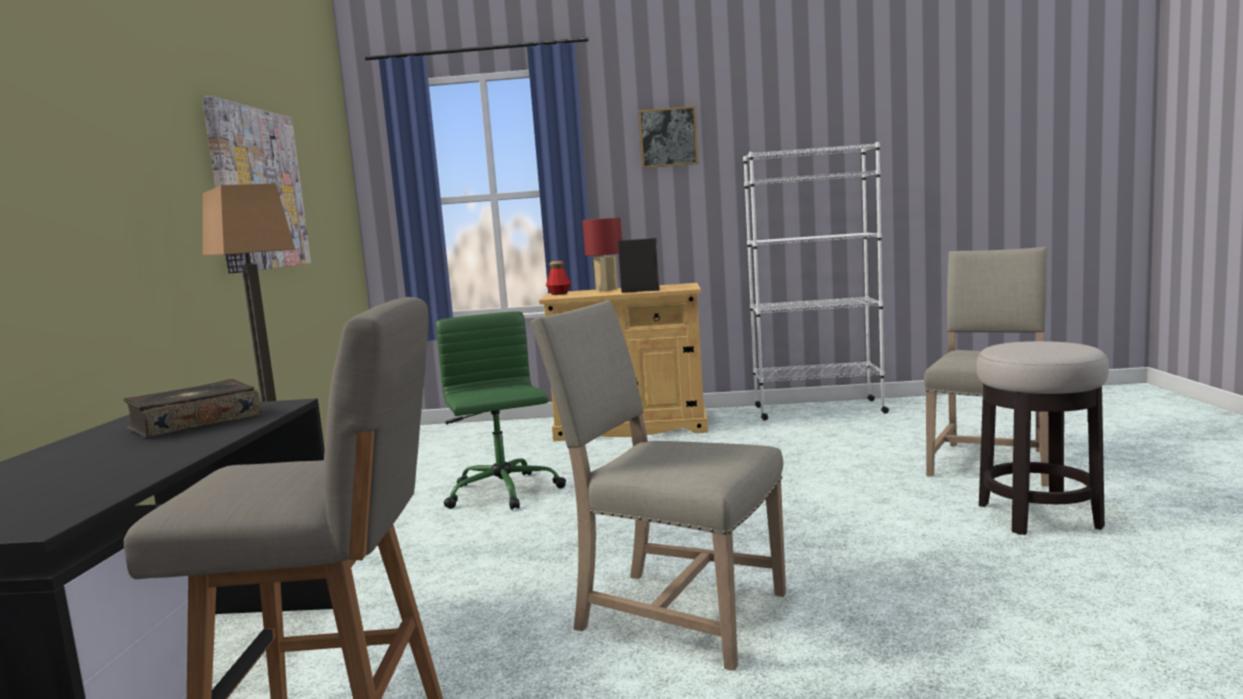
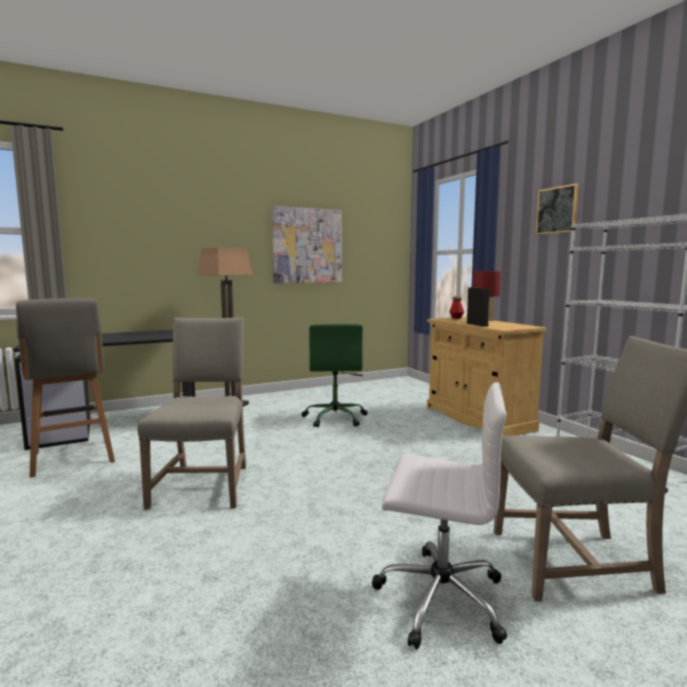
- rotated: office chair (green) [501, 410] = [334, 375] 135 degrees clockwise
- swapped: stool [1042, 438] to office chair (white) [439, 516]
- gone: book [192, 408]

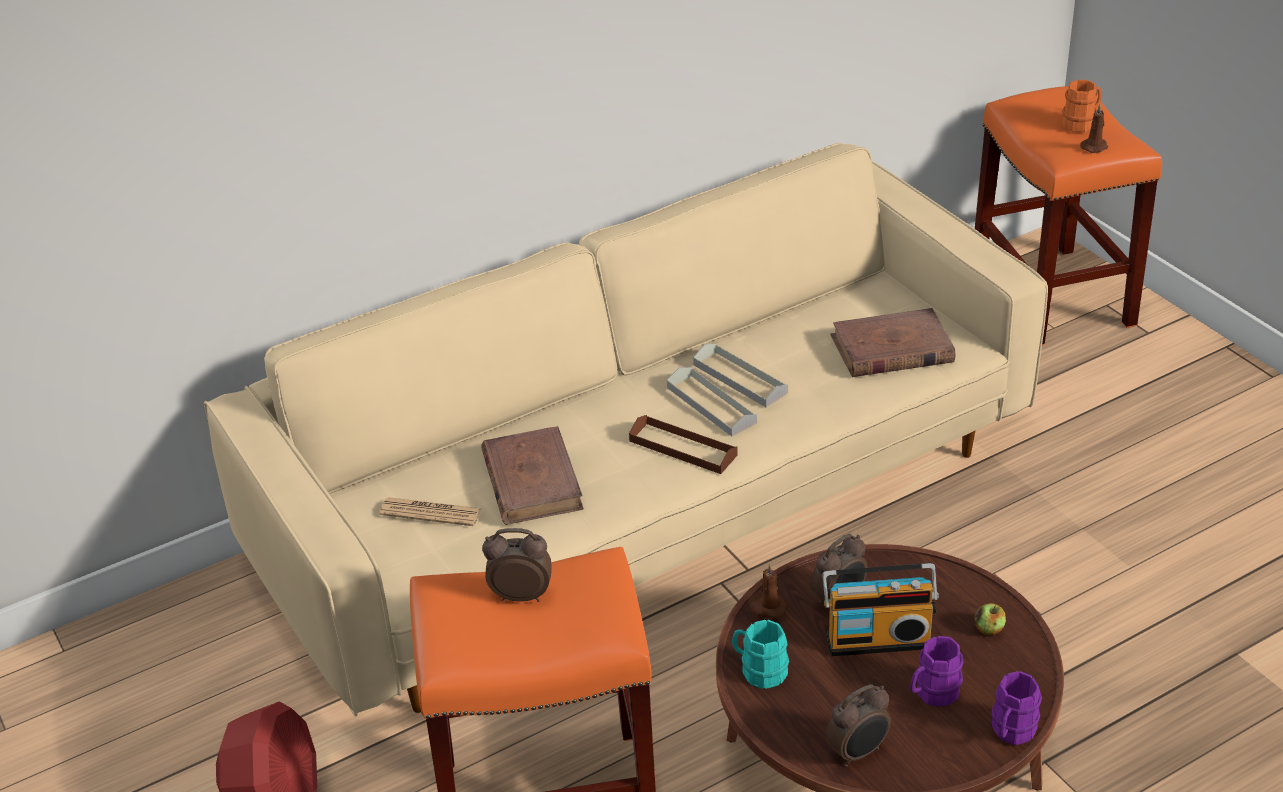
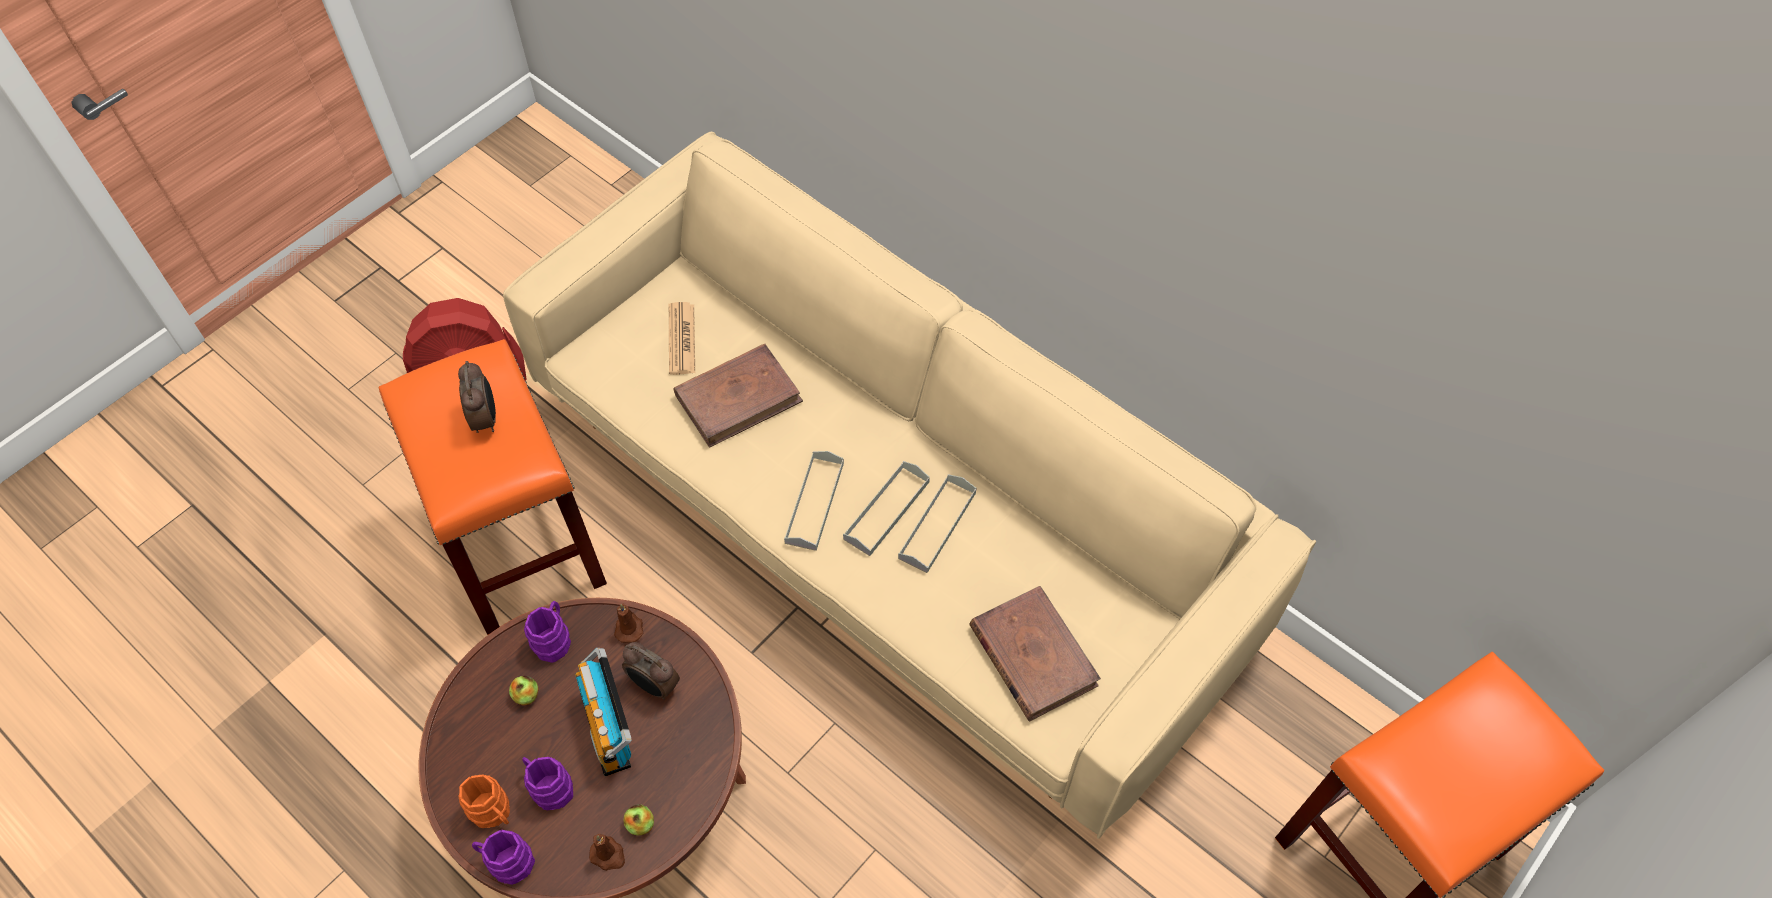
- shifted: mug (orange) [1081, 106] to [484, 801]
- shifted: candle (brown) [1094, 128] to [607, 852]
- repainted: tray (brown) [683, 444] to tray (grey) [814, 501]
- repainted: mug (turquoise) [760, 654] to mug (purple) [547, 632]
- gone: alarm clock [858, 725]
- new: apple [524, 691]

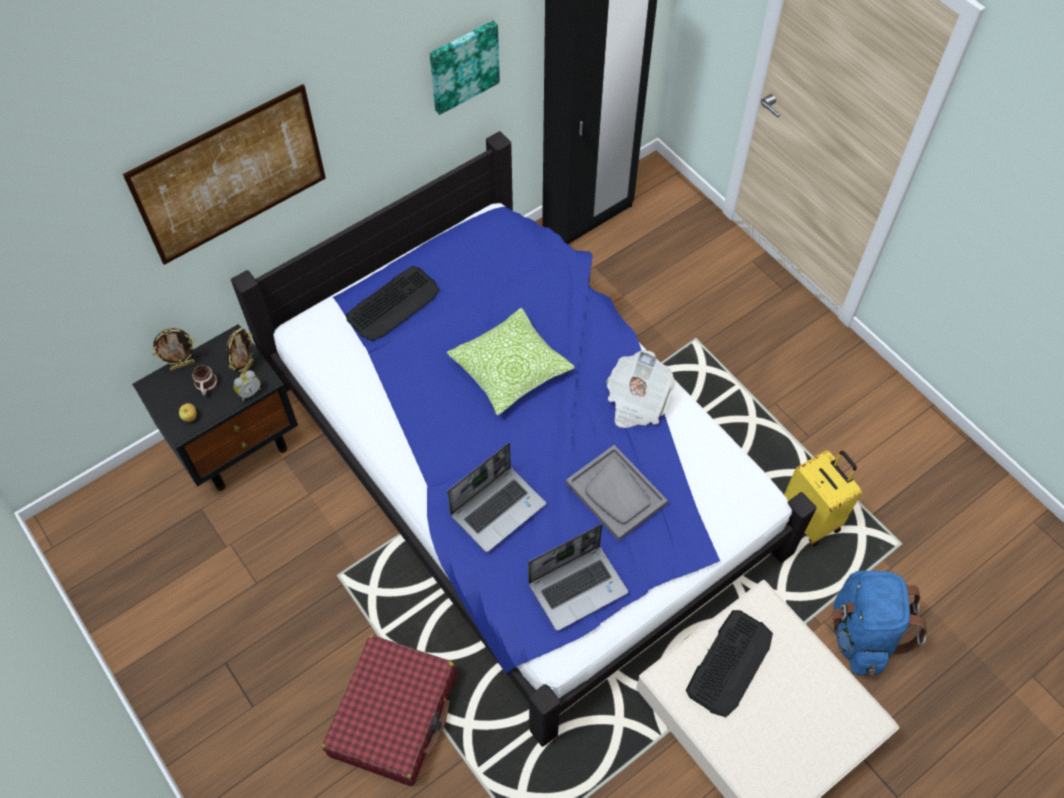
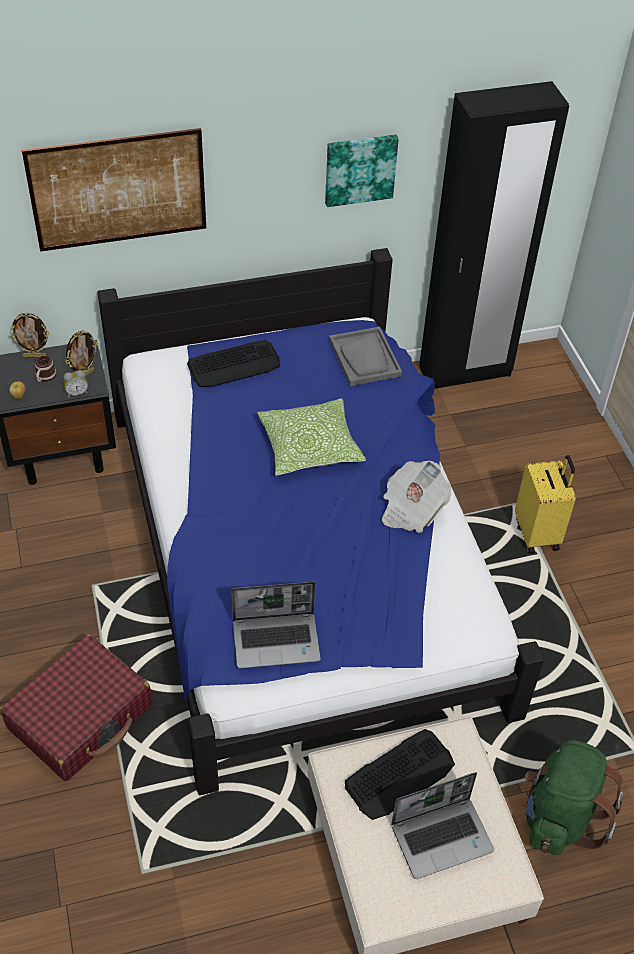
- shifted: laptop [496, 497] to [442, 825]
- shifted: tray (grey) [617, 493] to [365, 356]
- shifted: suitcase (yellow) [823, 498] to [545, 504]
- repainted: backpack (blue) [878, 623] to backpack (green) [574, 797]

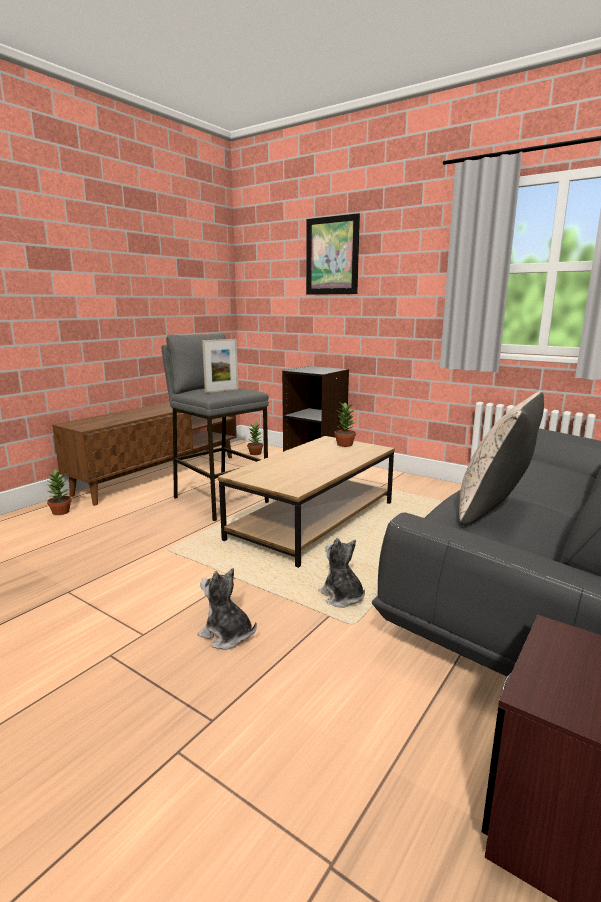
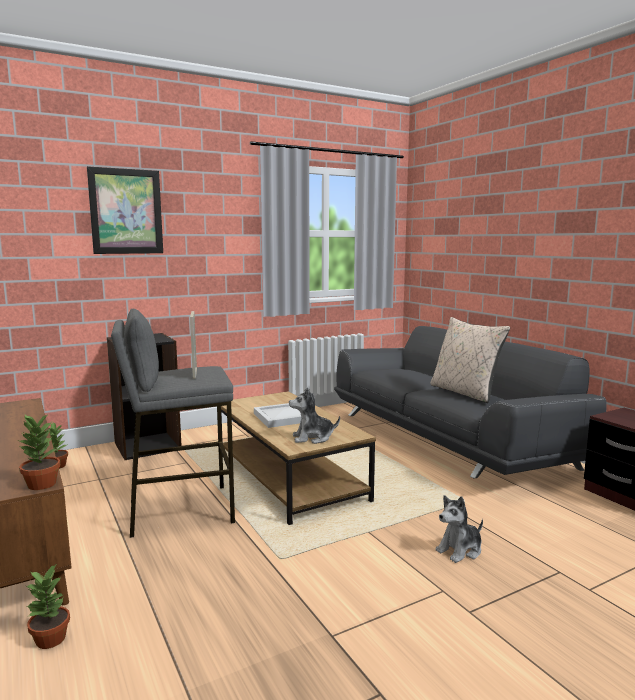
- shifted: potted plant [345, 424] to [39, 451]
- shifted: plush toy [341, 573] to [314, 415]
- new: tray (white) [277, 415]

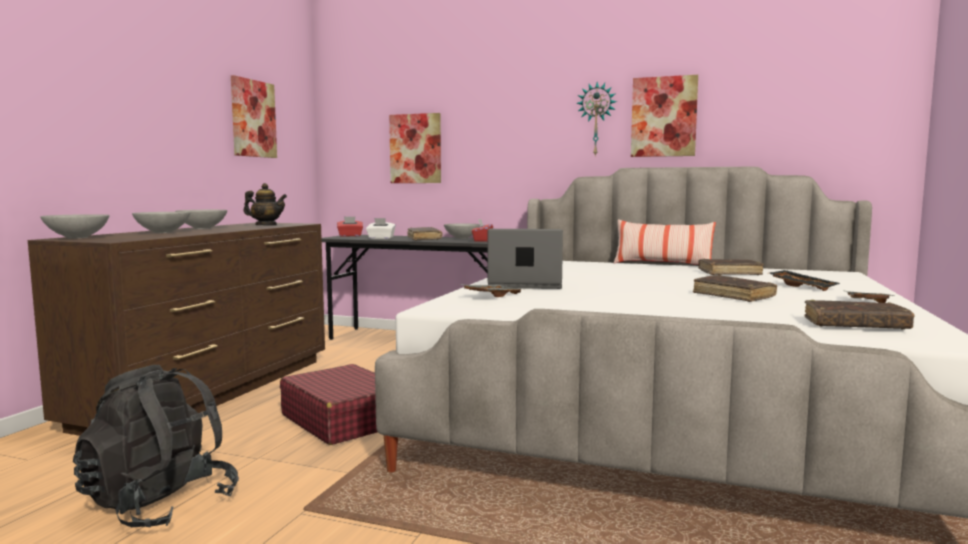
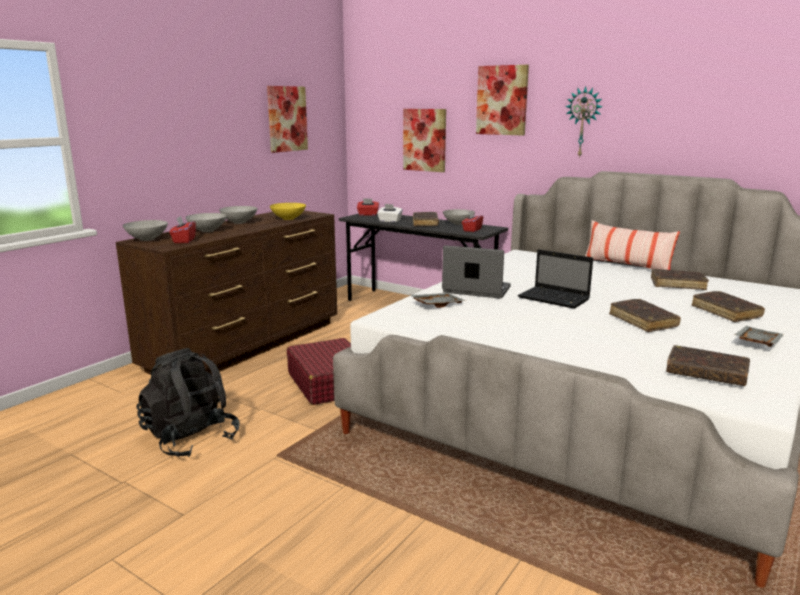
- shifted: picture [664, 116] to [502, 100]
- swapped: teapot [265, 204] to bowl (yellow) [288, 211]
- swapped: tray (black) [804, 280] to book (brown) [728, 306]
- new: tissue box (red) [182, 229]
- new: laptop [555, 279]

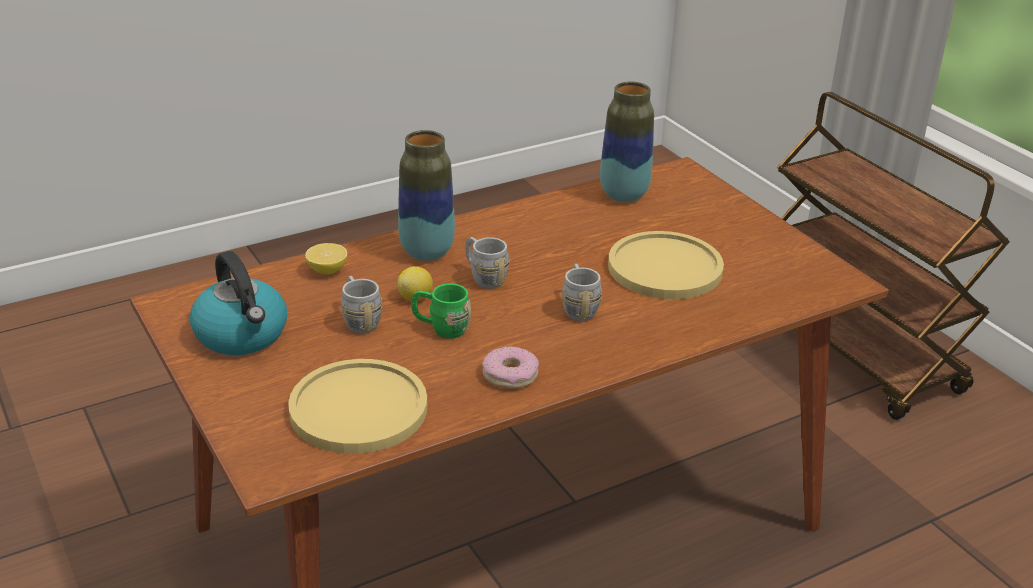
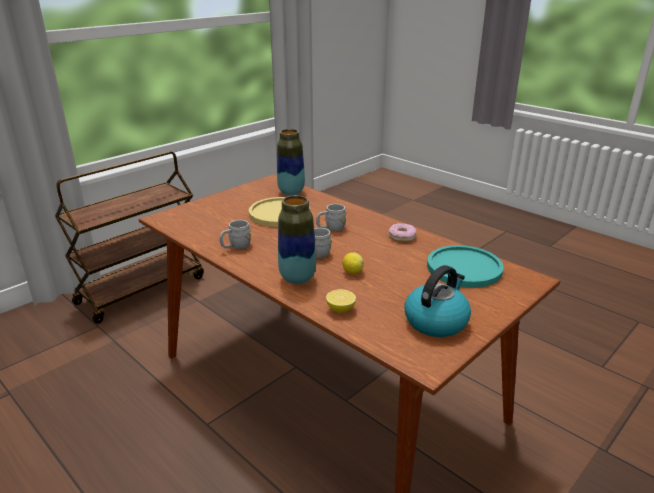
- shifted: vase [627, 142] to [291, 162]
- shifted: mug (grey) [361, 305] to [235, 234]
- gone: mug (green) [441, 311]
- repainted: plate (yellow) [357, 406] to plate (turquoise) [465, 266]

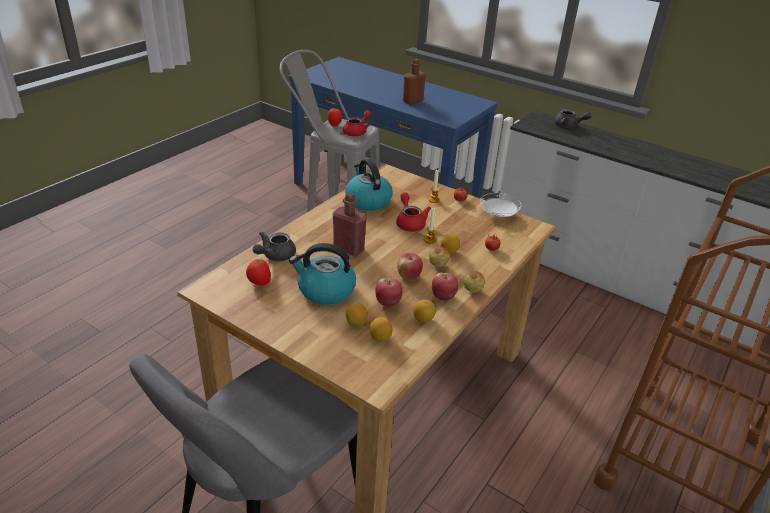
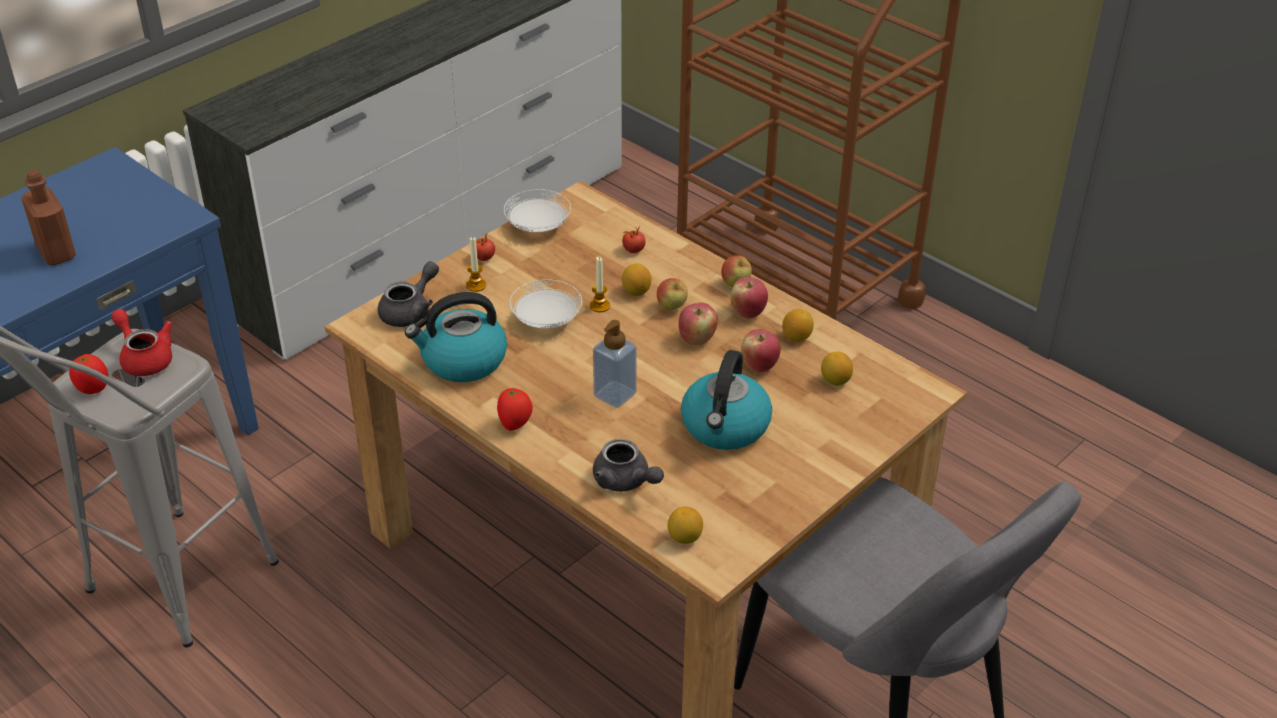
- shifted: teapot (grey) [572, 118] to [408, 294]
- swapped: teapot (red) [413, 212] to plate (white) [546, 304]
- swapped: bottle (red) [350, 224] to soap dispenser [615, 364]
- shifted: tomato [258, 272] to [515, 409]
- shifted: lemon [357, 315] to [685, 525]

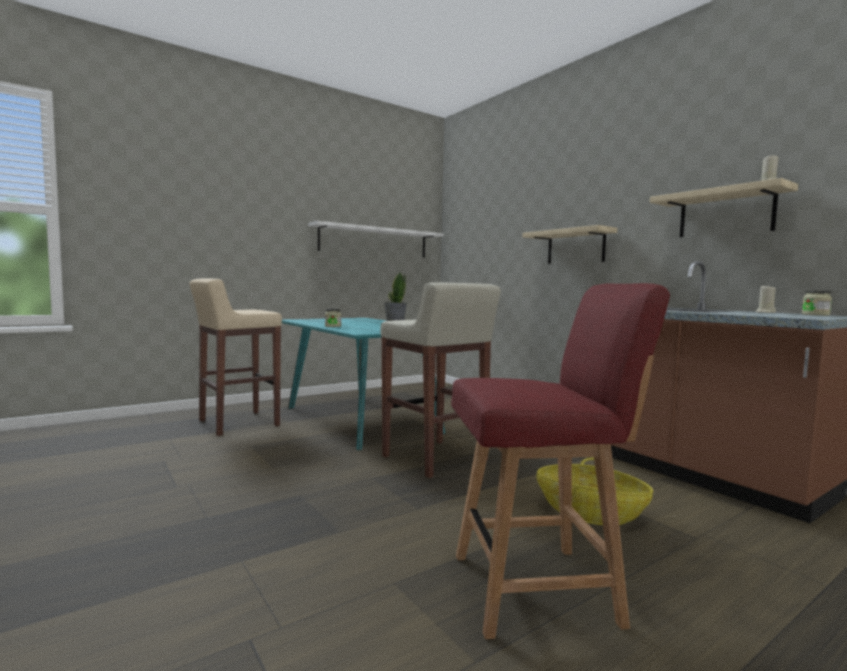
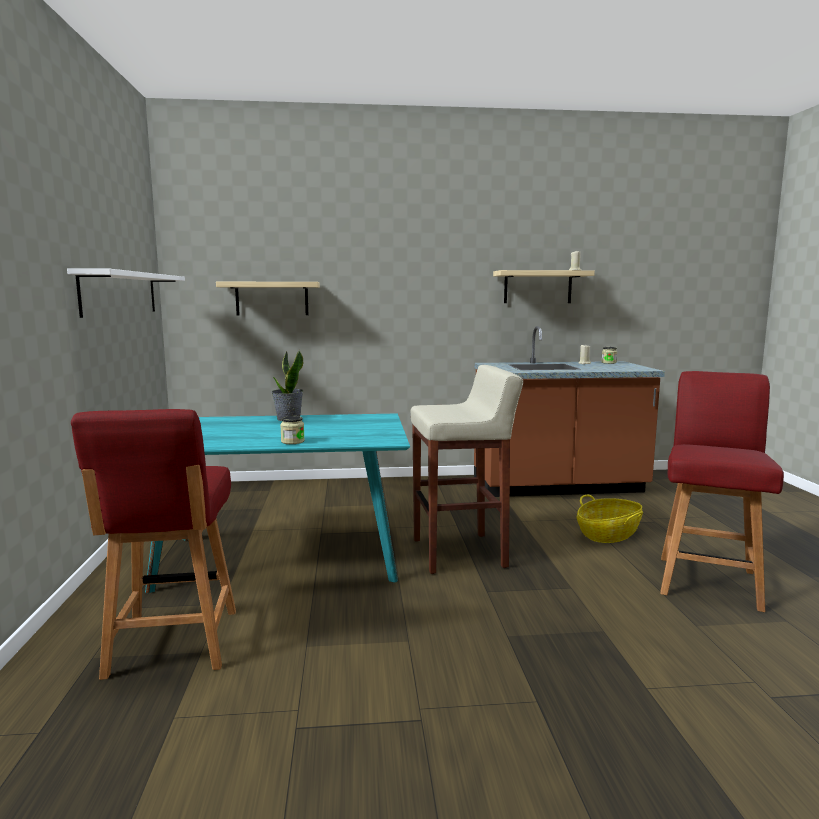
- shifted: shelf [569, 244] to [268, 298]
- swapped: stool (beige) [235, 357] to chair (red) [153, 544]

